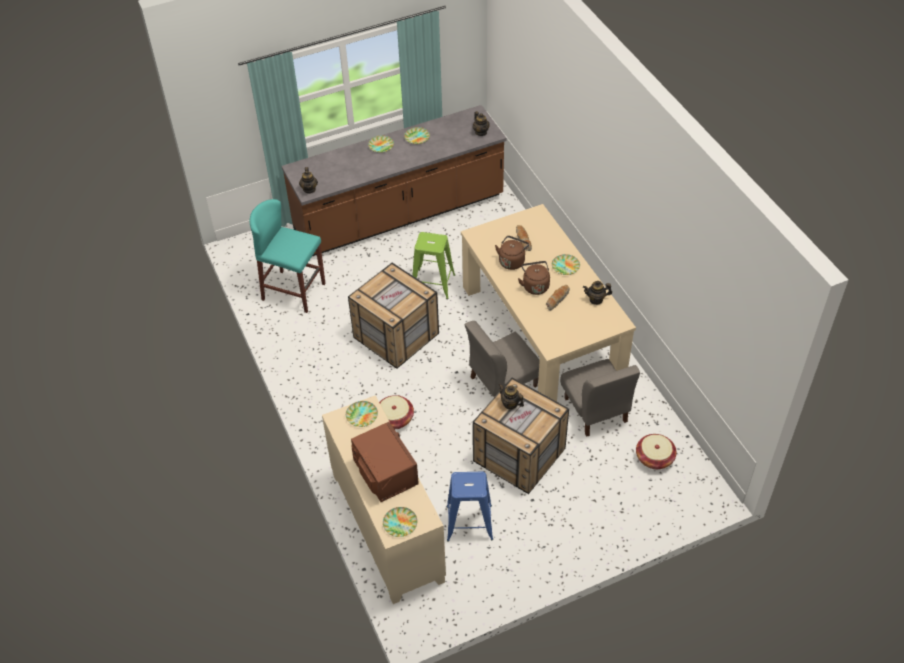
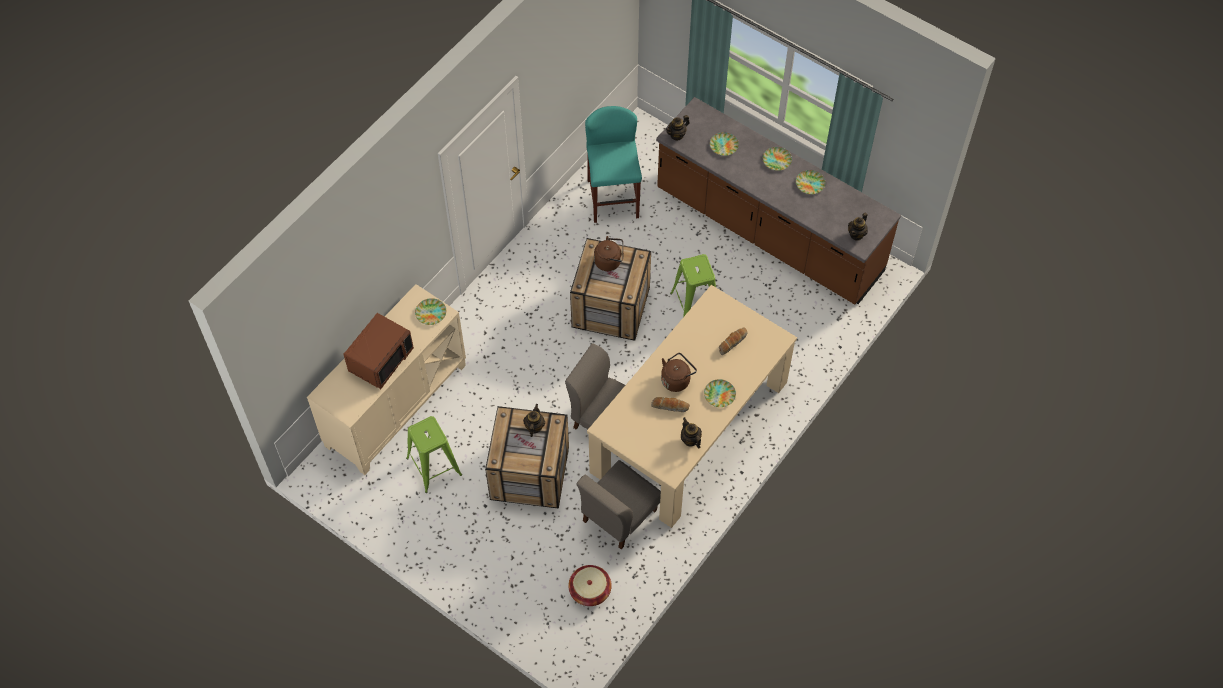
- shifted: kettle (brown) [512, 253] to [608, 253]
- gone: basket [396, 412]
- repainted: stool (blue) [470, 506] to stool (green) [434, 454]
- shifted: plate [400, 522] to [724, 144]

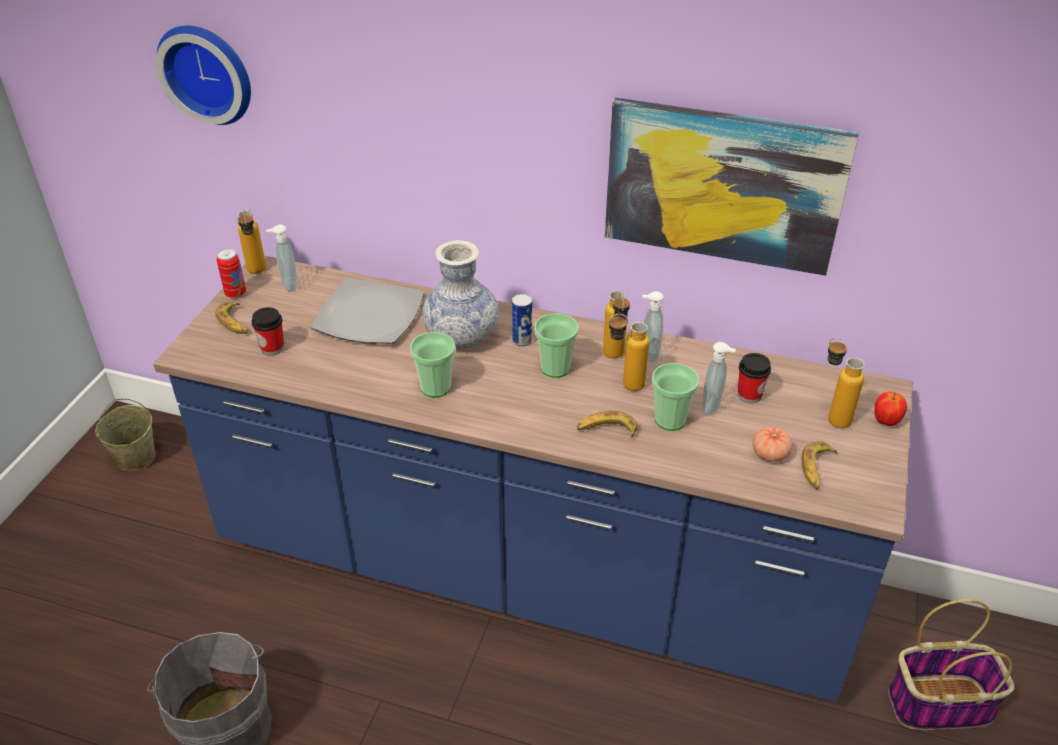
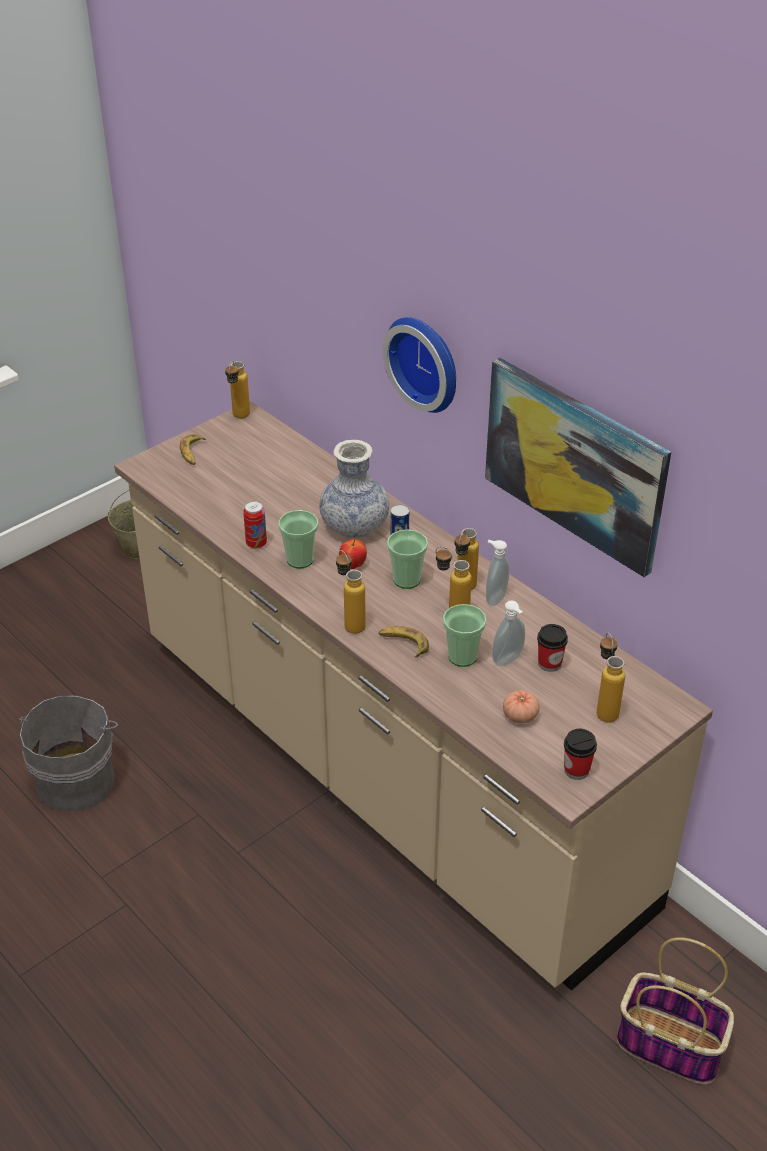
- shifted: wall clock [203, 75] to [419, 365]
- gone: soap dispenser [281, 258]
- shifted: can [231, 273] to [255, 525]
- repainted: counter (blue) [533, 479] to counter (beige) [413, 696]
- gone: plate [367, 311]
- shifted: cup [267, 331] to [580, 754]
- shifted: apple [890, 409] to [353, 554]
- gone: banana [820, 465]
- new: bottle [351, 592]

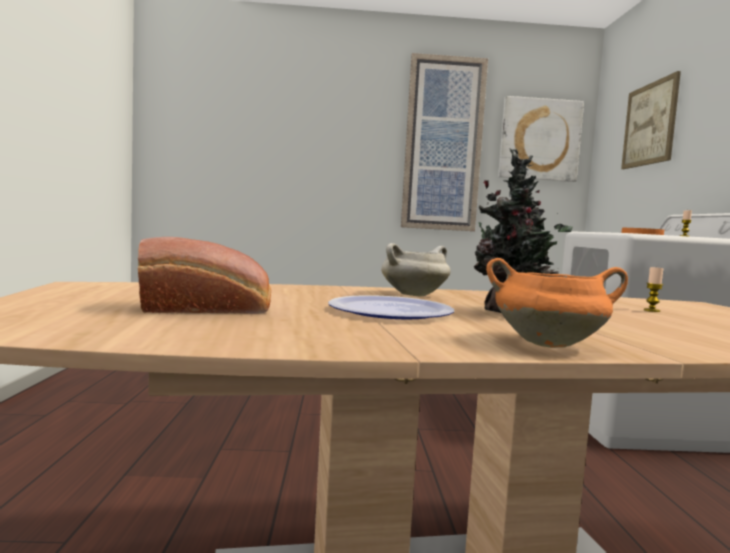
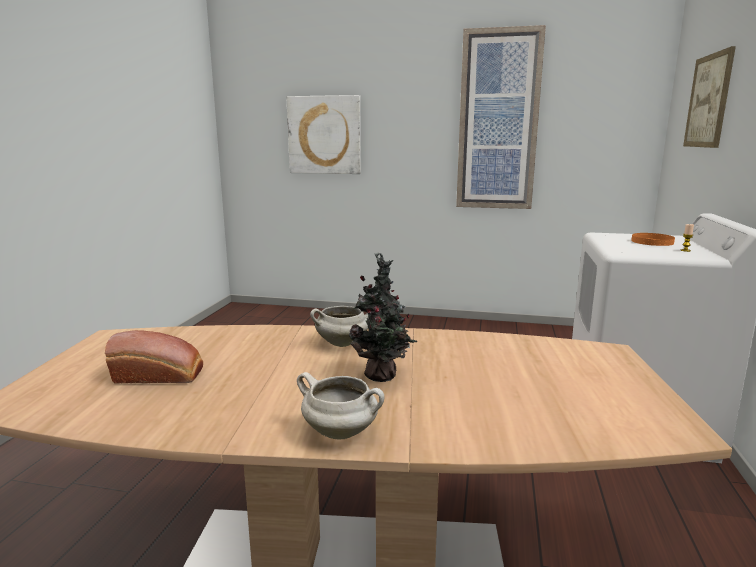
- shifted: picture [541, 139] to [323, 134]
- repainted: cooking pot (orange) [557, 303] to cooking pot (white) [341, 405]
- gone: candle [653, 289]
- gone: plate [391, 307]

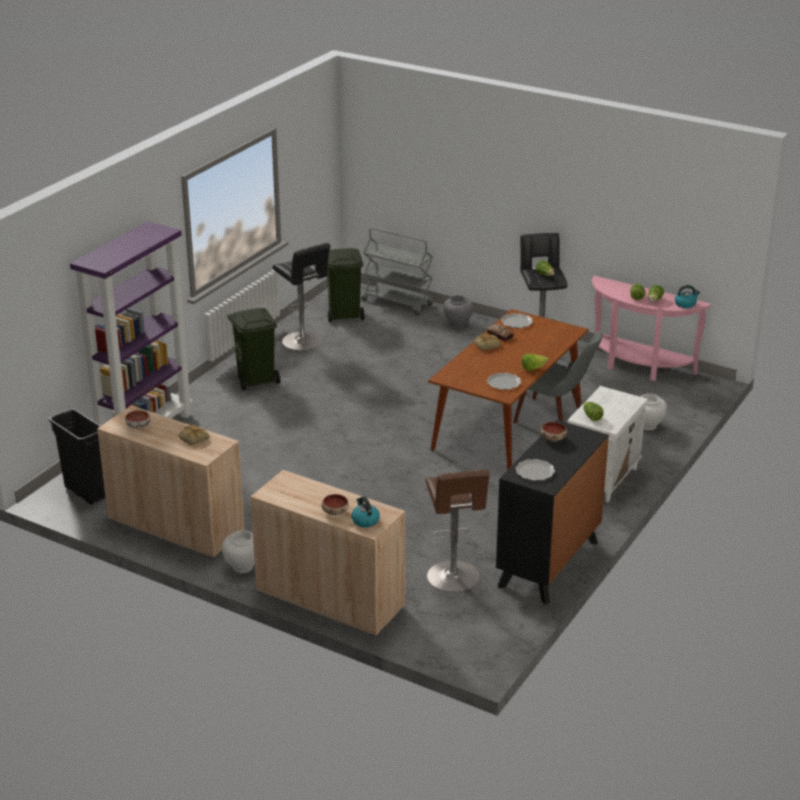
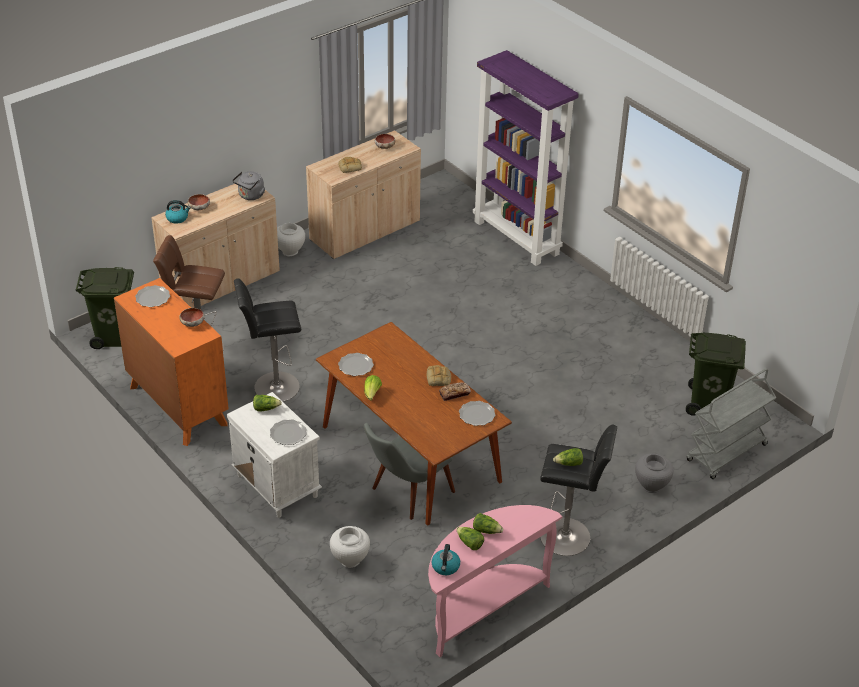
- shifted: stool (black) [301, 297] to [267, 340]
- shifted: trash can (green) [253, 349] to [105, 308]
- gone: trash can (black) [77, 456]
- repainted: dresser (black) [552, 512] to dresser (orange) [171, 362]
- new: kettle (grey) [248, 185]
- new: plate [288, 432]

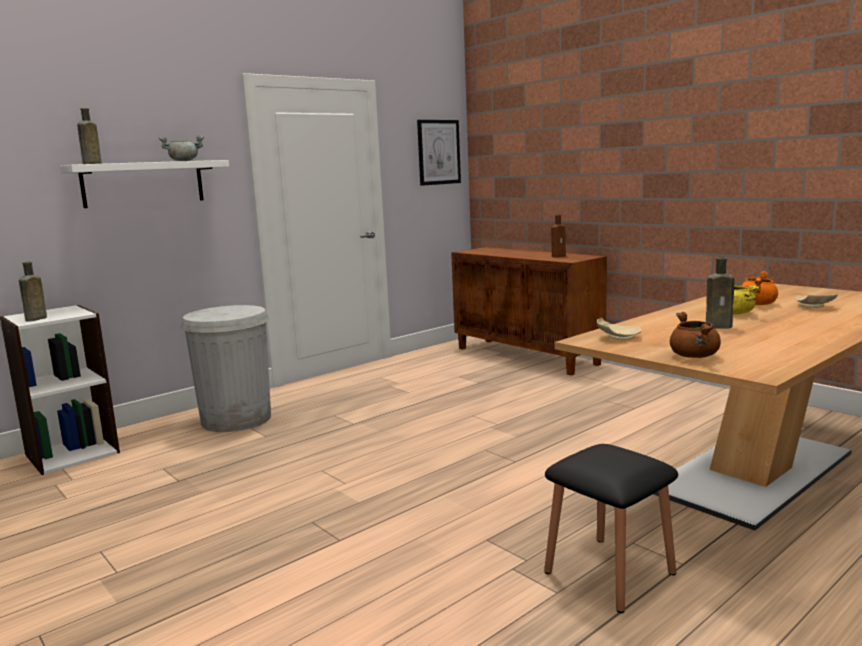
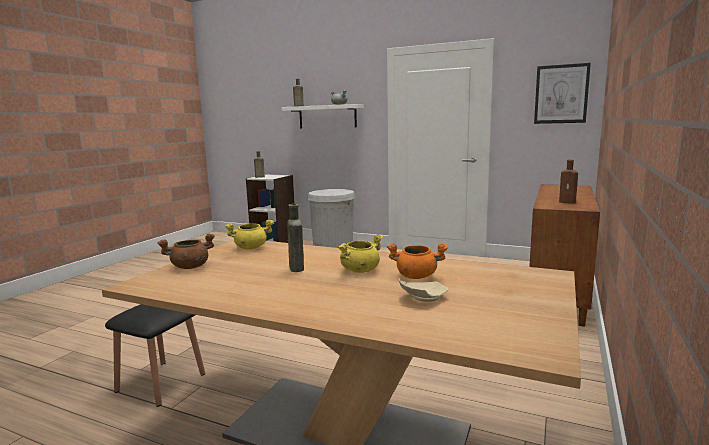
- swapped: plate (beige) [619, 329] to cooking pot (yellow) [249, 235]

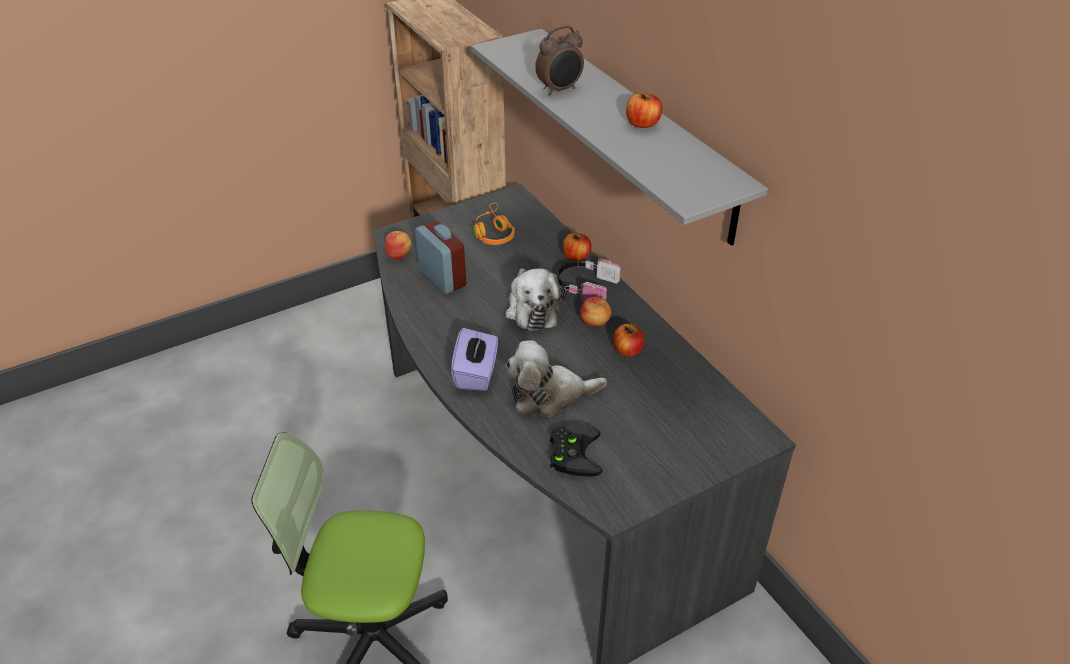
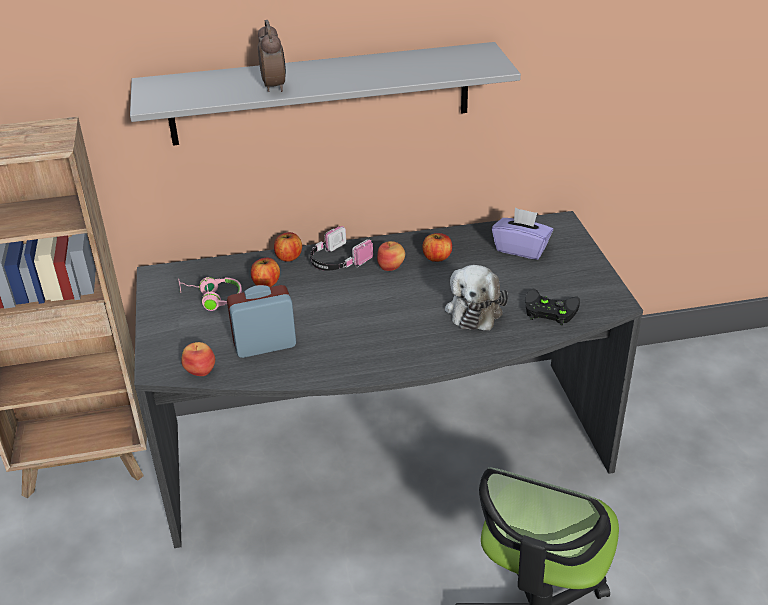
- shifted: apple [644, 110] to [265, 272]
- repainted: headphones (orange) [494, 224] to headphones (pink) [210, 294]
- gone: plush toy [535, 299]
- shifted: tissue box (purple) [474, 359] to [522, 234]

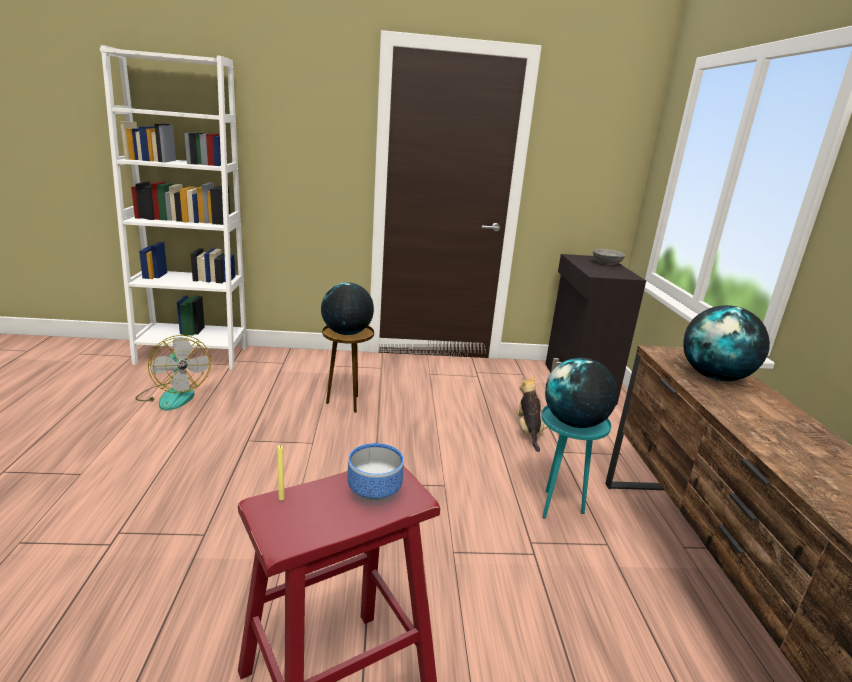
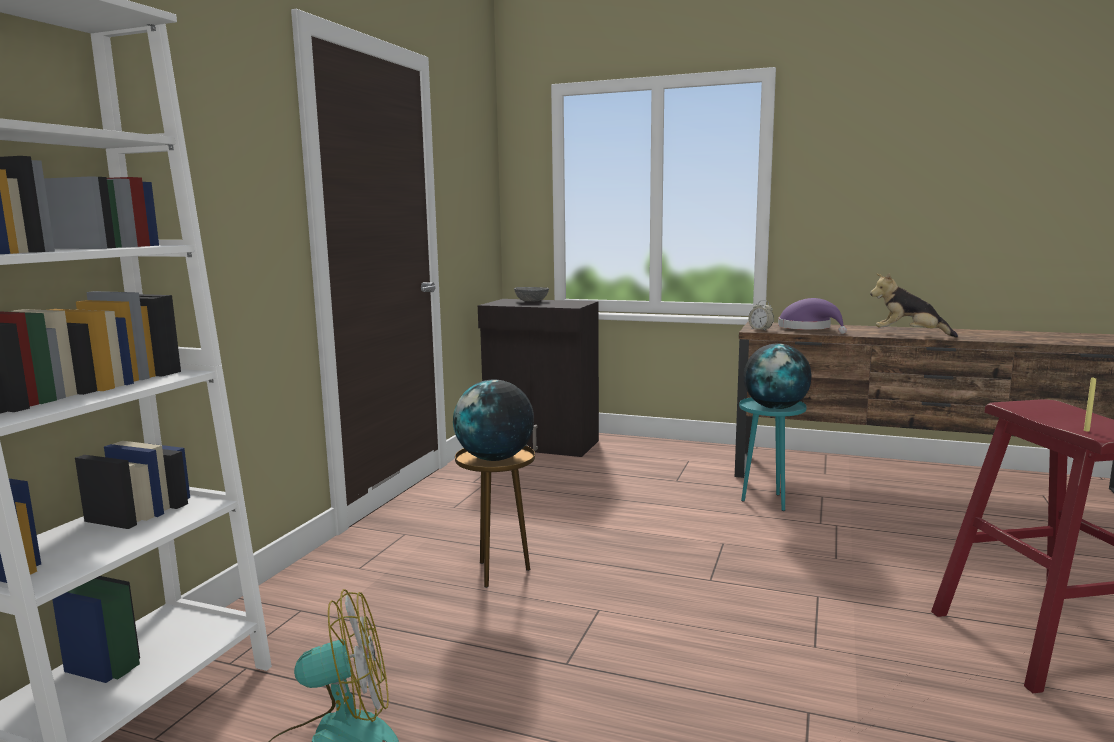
- swapped: globe [726, 343] to hat (purple) [812, 316]
- shifted: plush toy [532, 414] to [914, 305]
- gone: bowl [375, 472]
- new: alarm clock [761, 315]

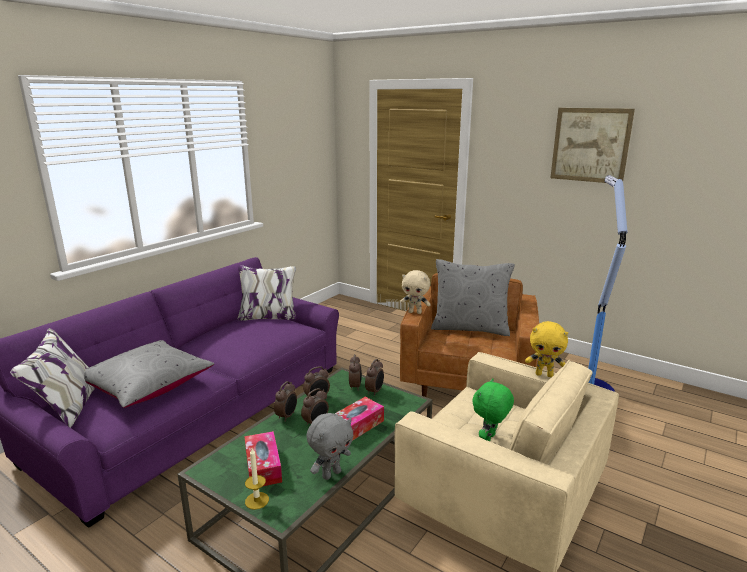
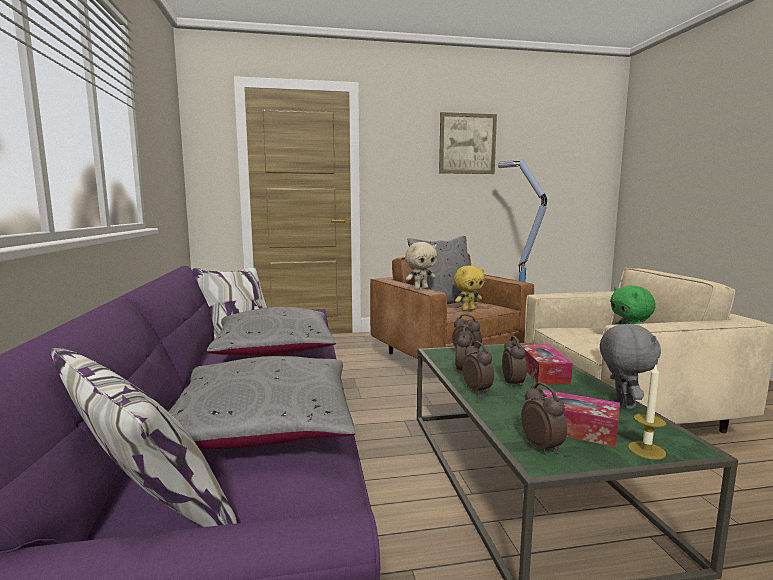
- shifted: plush toy (yellow) [546, 349] to [469, 288]
- shifted: alarm clock [374, 377] to [544, 418]
- new: pillow (grey) [271, 331]

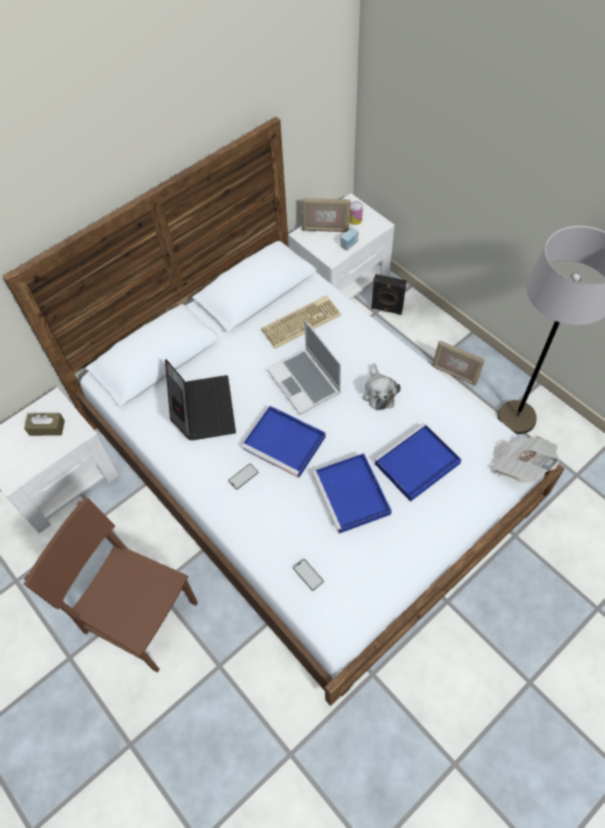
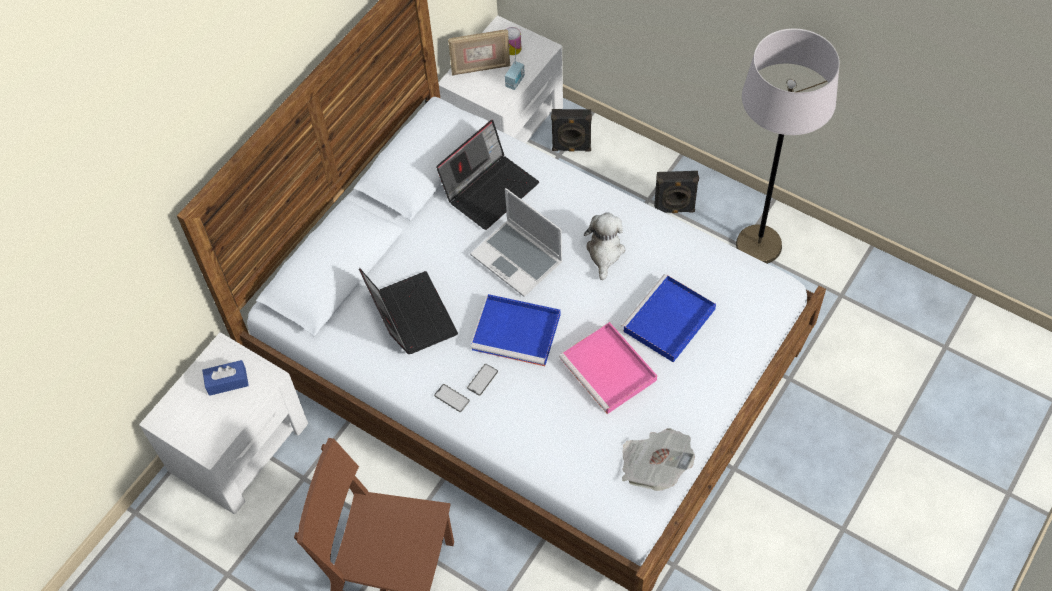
- swapped: keyboard [301, 322] to laptop [487, 175]
- swapped: picture frame [458, 363] to speaker (black) [676, 192]
- rotated: plush toy [381, 386] = [604, 246] 150 degrees counterclockwise
- repainted: tissue box (brown) [44, 424] to tissue box (blue) [225, 378]
- shifted: newspaper [524, 459] to [658, 459]
- repainted: tray (blue) [352, 493] to tray (pink) [608, 368]
- shifted: phone [308, 575] to [452, 398]

